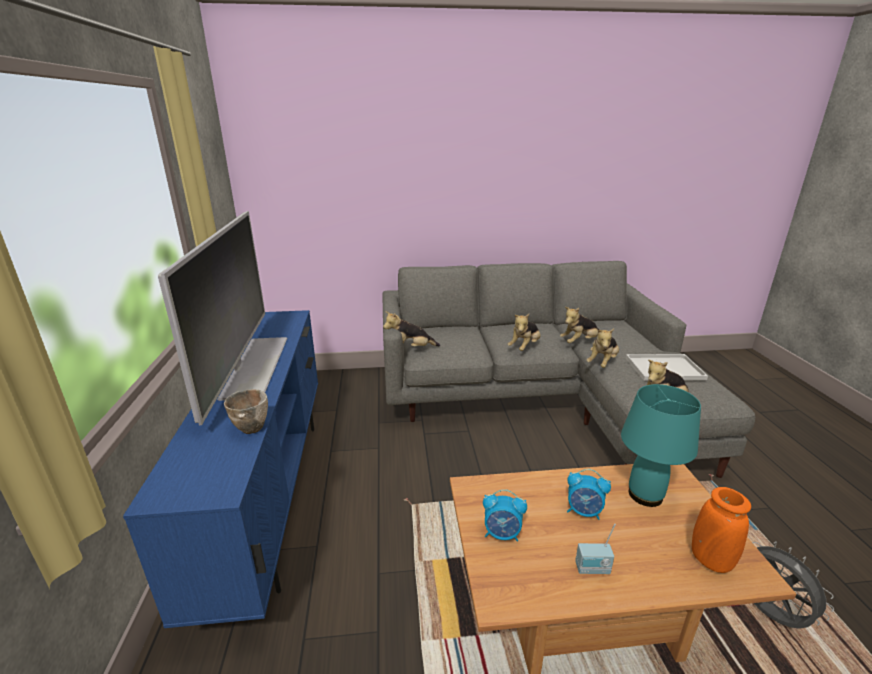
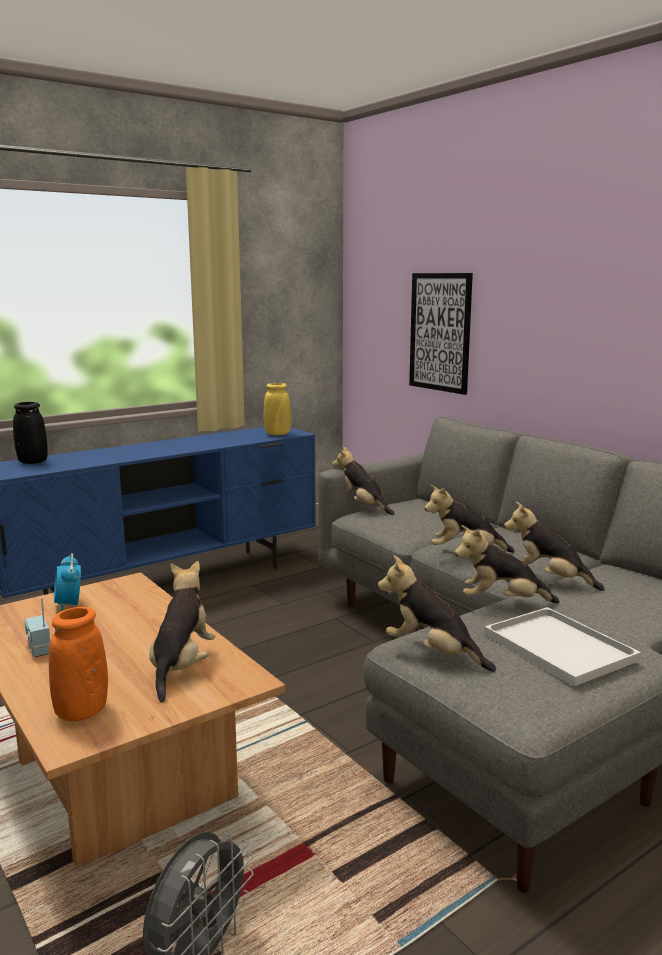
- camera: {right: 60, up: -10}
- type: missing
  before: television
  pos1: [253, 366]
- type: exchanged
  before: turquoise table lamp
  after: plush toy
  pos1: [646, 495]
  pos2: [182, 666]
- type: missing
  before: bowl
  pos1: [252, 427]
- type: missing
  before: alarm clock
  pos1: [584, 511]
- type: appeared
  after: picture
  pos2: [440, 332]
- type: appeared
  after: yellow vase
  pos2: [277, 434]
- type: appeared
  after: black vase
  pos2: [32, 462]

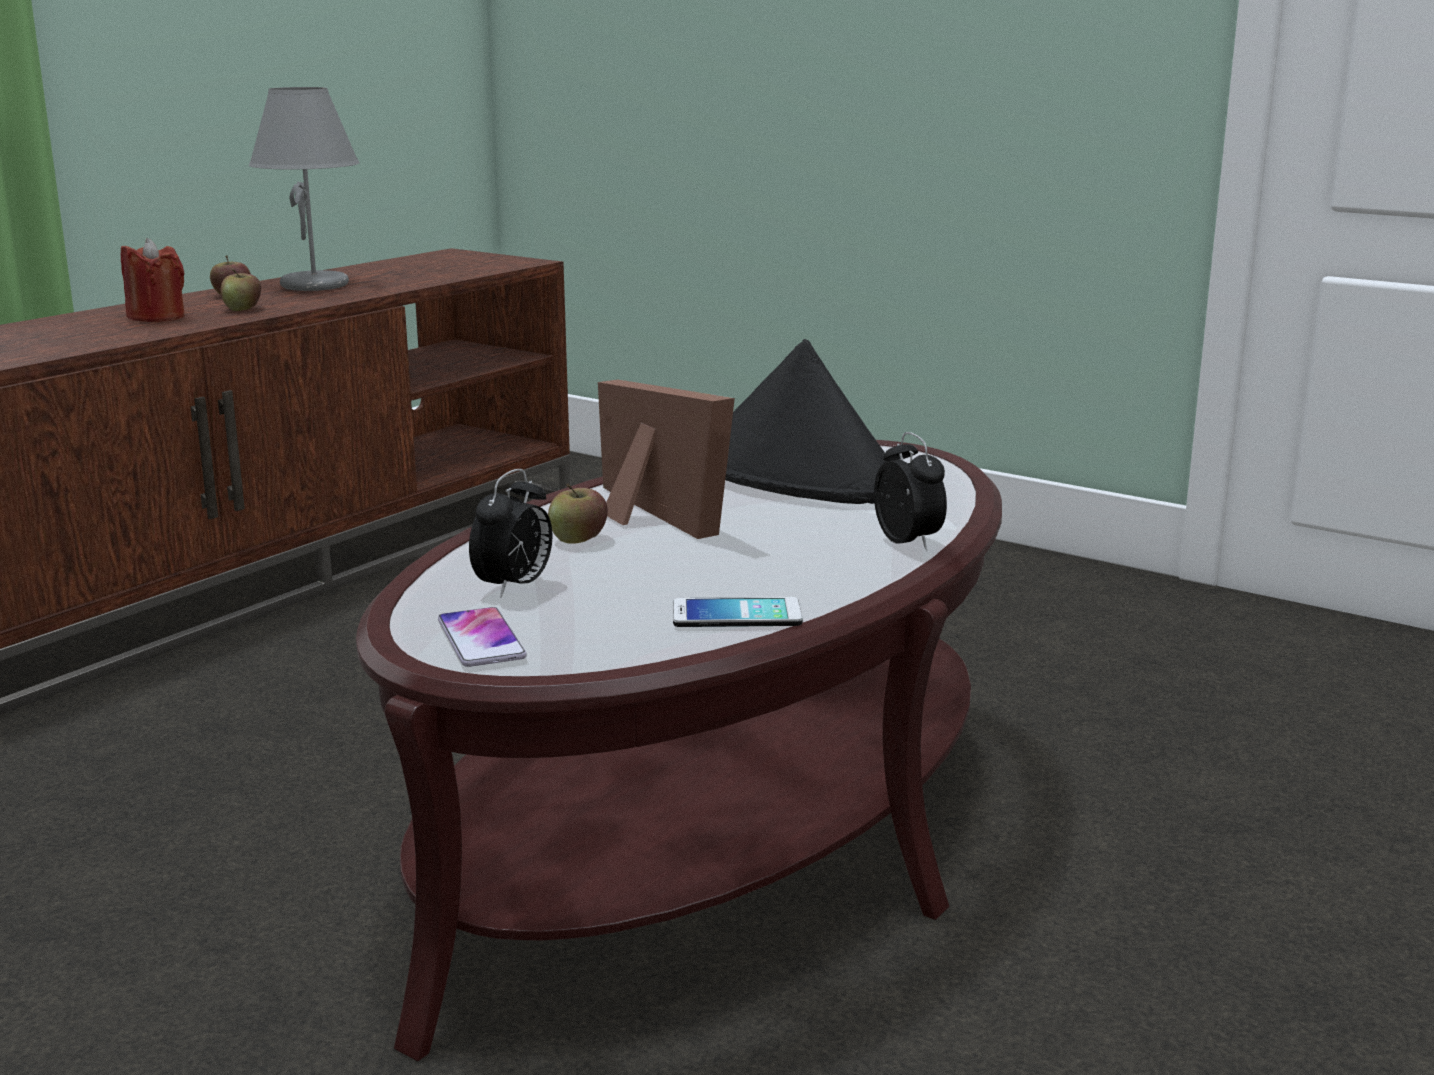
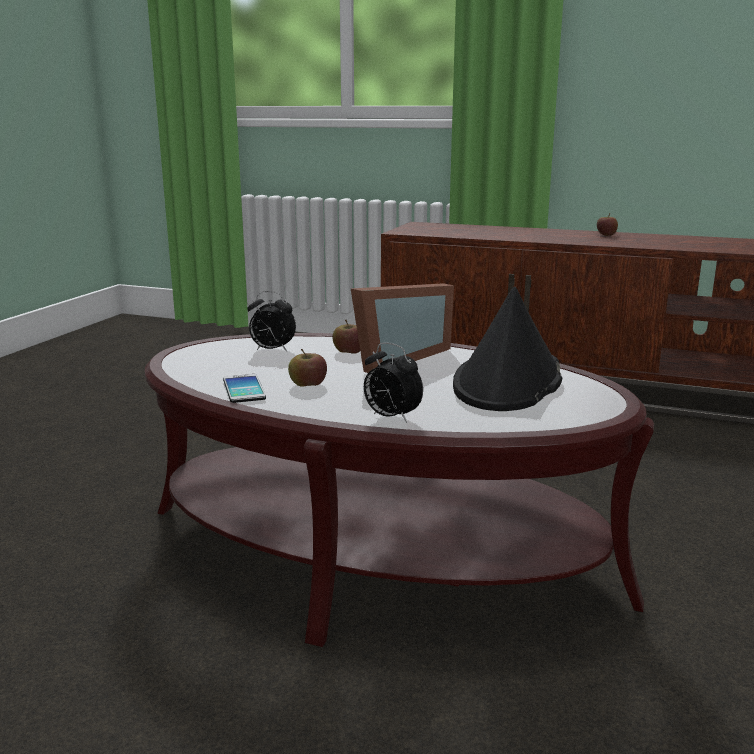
- camera: {right: 75, up: 0}
- type: missing
  before: grey table lamp
  pos1: [316, 286]
- type: missing
  before: red candle
  pos1: [156, 317]
- type: relocated
  before: apple
  pos1: [242, 309]
  pos2: [308, 385]
- type: spun
  before: alarm clock
  pos1: [909, 543]
  pos2: [391, 417]
  turn: 75
- type: missing
  before: phone
  pos1: [481, 639]

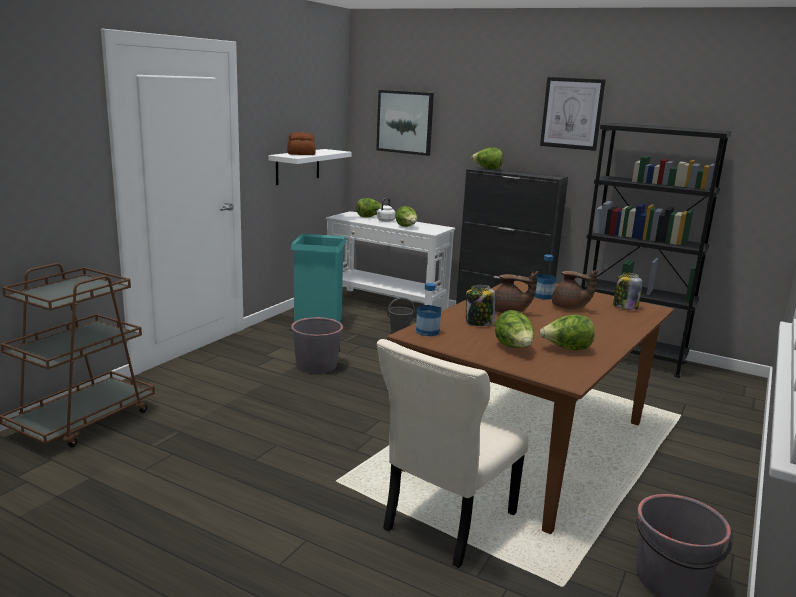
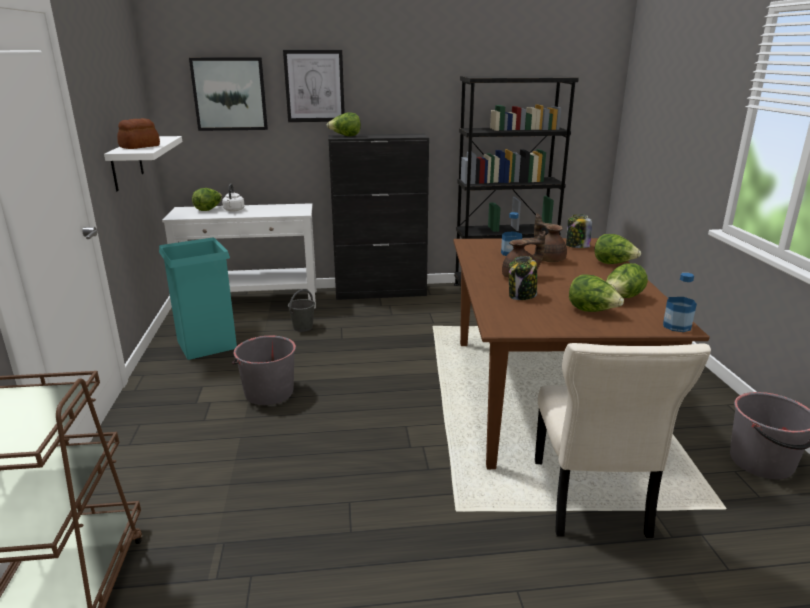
- camera: {right: -35, up: 5}
- type: relocated
  before: picture
  pos1: [572, 113]
  pos2: [314, 86]
- type: relocated
  before: lettuce
  pos1: [406, 227]
  pos2: [613, 264]
- type: spun
  before: brown teapot
  pos1: [569, 308]
  pos2: [548, 259]
  turn: -120
- type: relocated
  before: bottle
  pos1: [427, 331]
  pos2: [676, 326]

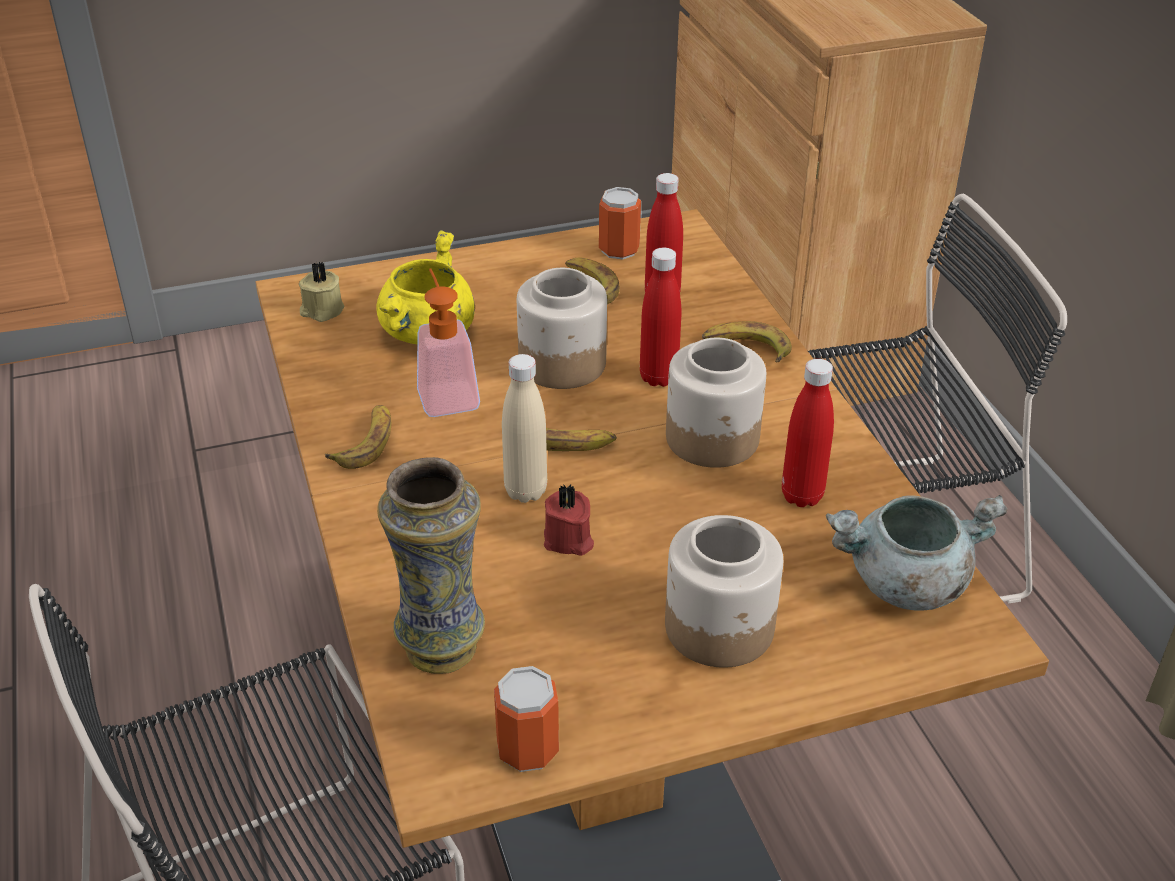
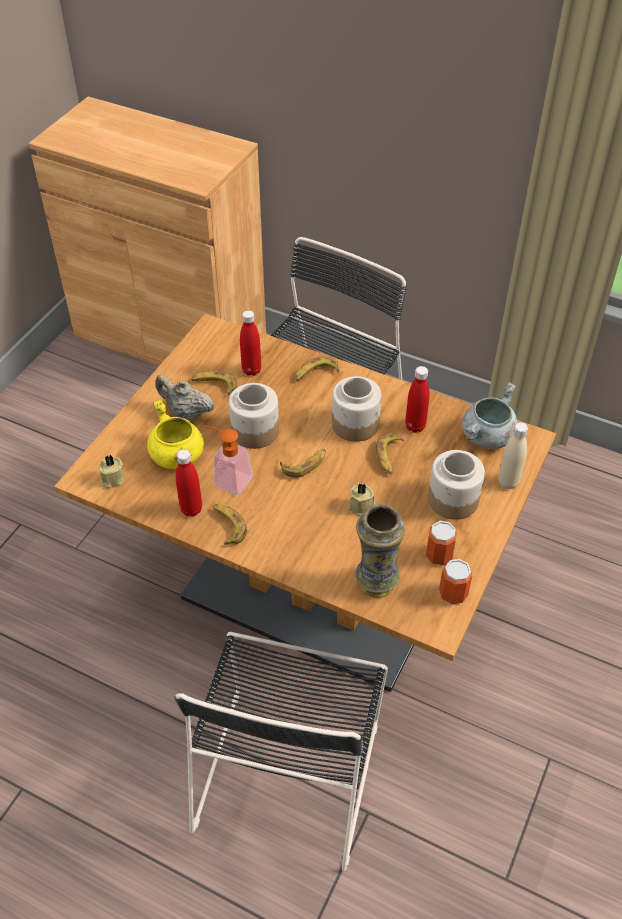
- camera: {right: -45, up: 10}
- type: relocated
  before: can
  pos1: [619, 250]
  pos2: [439, 555]
- type: relocated
  before: red bottle
  pos1: [658, 377]
  pos2: [191, 509]
- type: relocated
  before: beige bottle
  pos1: [525, 491]
  pos2: [508, 482]
- type: colour
  before: red candle
  after: beige candle
  pos1: [568, 540]
  pos2: [362, 506]
- type: appeared
  after: beige teapot
  pos2: [186, 413]
- type: appeared
  after: banana
  pos2: [389, 457]

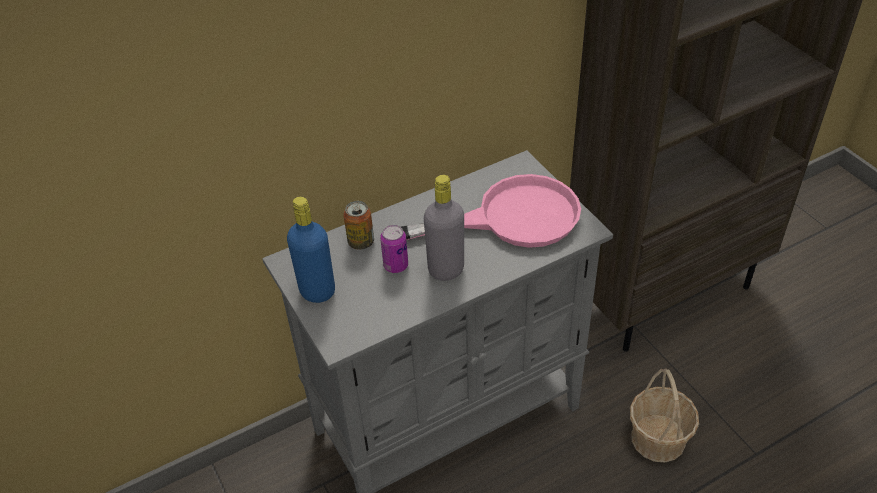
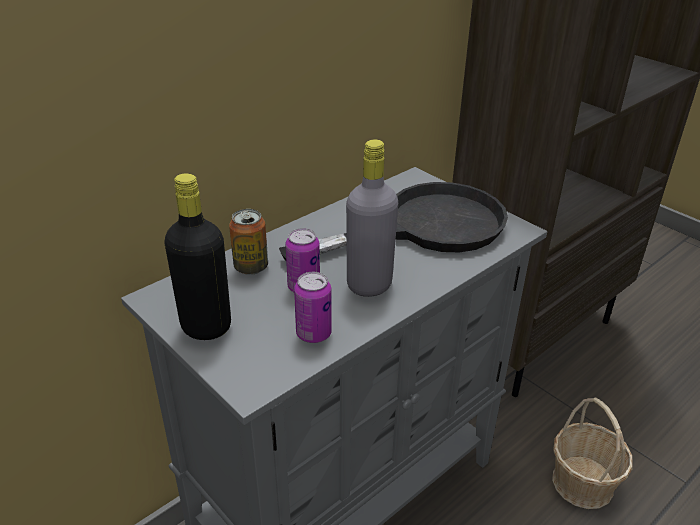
- camera: {right: -15, up: -10}
- type: colour
  before: pink frying pan
  after: black frying pan
  pos1: [510, 218]
  pos2: [424, 227]
- type: colour
  before: blue bottle
  after: black bottle
  pos1: [317, 291]
  pos2: [206, 326]
- type: appeared
  after: can
  pos2: [313, 334]

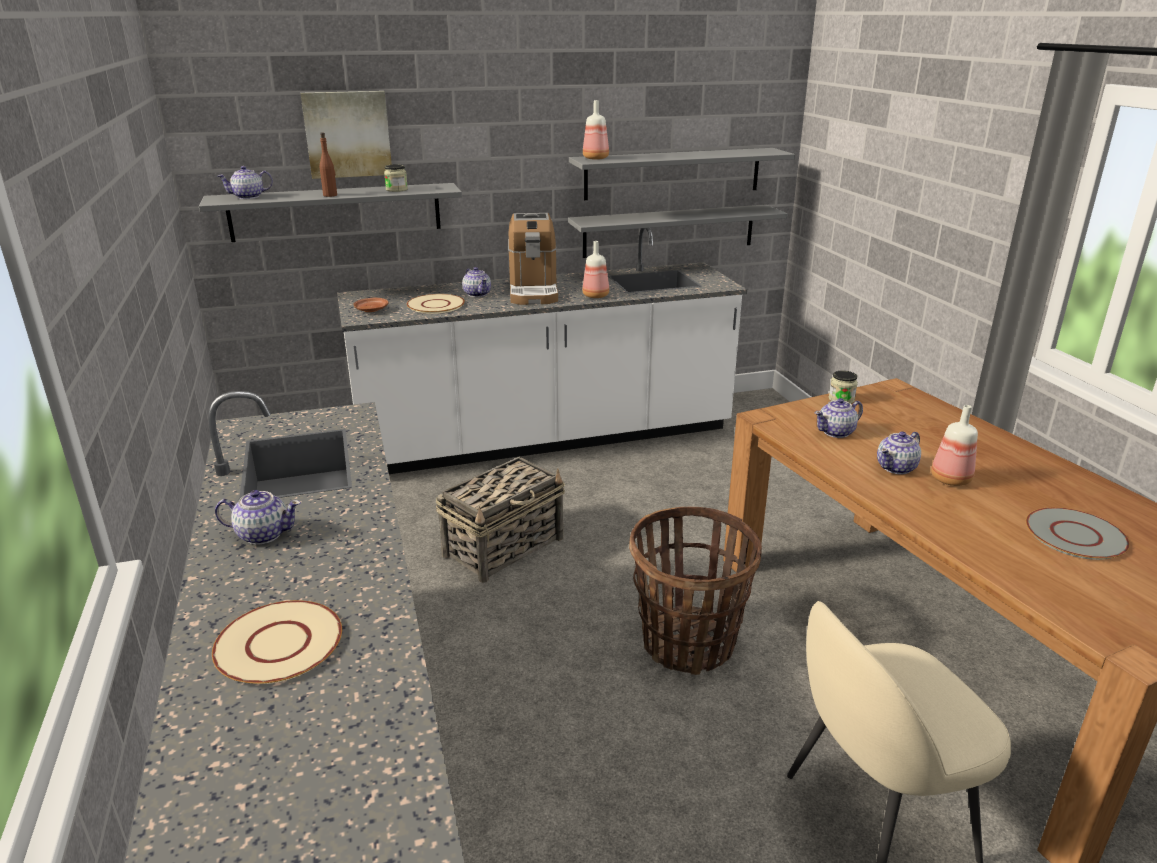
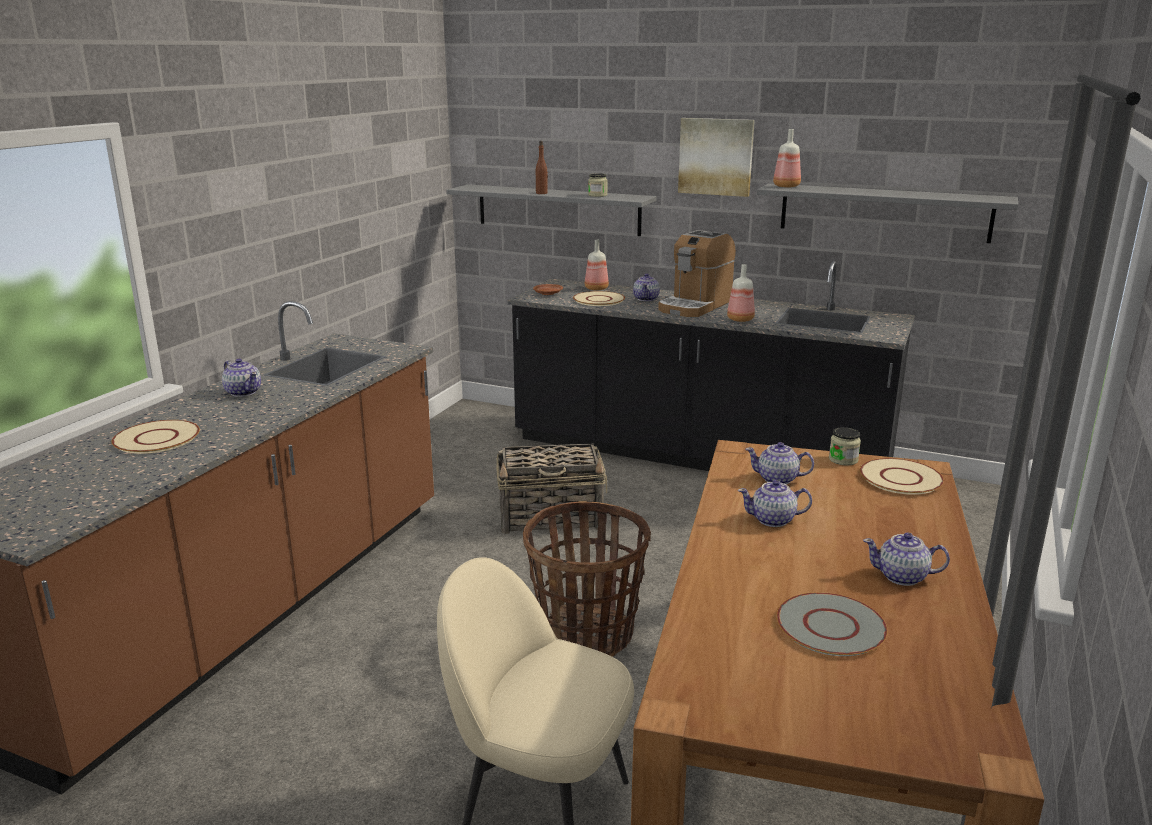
- camera: {right: 40, up: -5}
- type: relocated
  before: picture
  pos1: [347, 134]
  pos2: [716, 156]
- type: relocated
  before: teapot
  pos1: [248, 197]
  pos2: [902, 577]
- type: missing
  before: grey shelf
  pos1: [669, 231]
- type: colour
  before: white counter
  after: black counter
  pos1: [546, 439]
  pos2: [697, 457]
- type: relocated
  before: bottle
  pos1: [949, 479]
  pos2: [595, 288]
- type: appeared
  after: beige plate
  pos2: [901, 478]

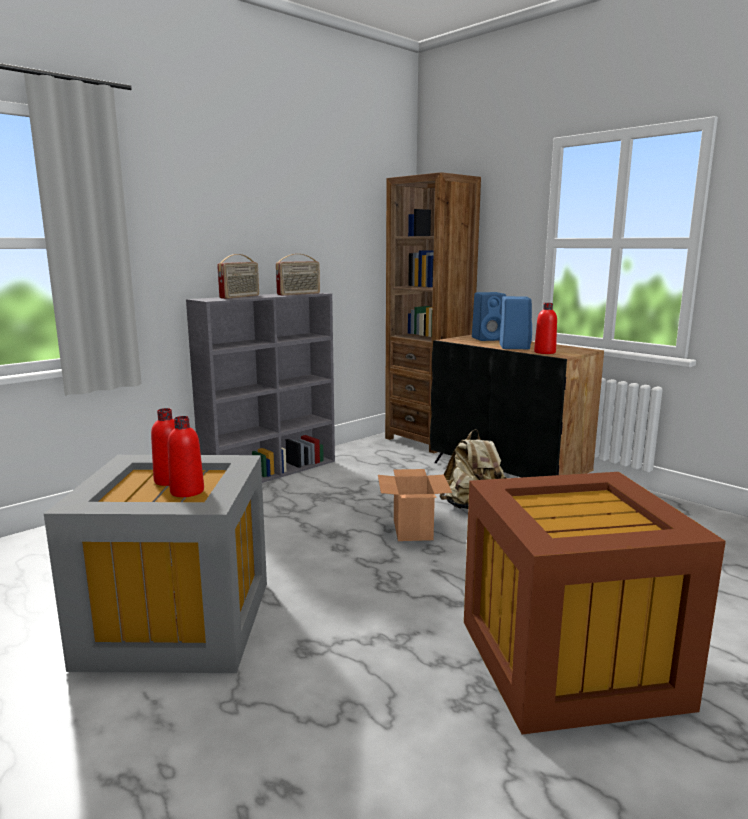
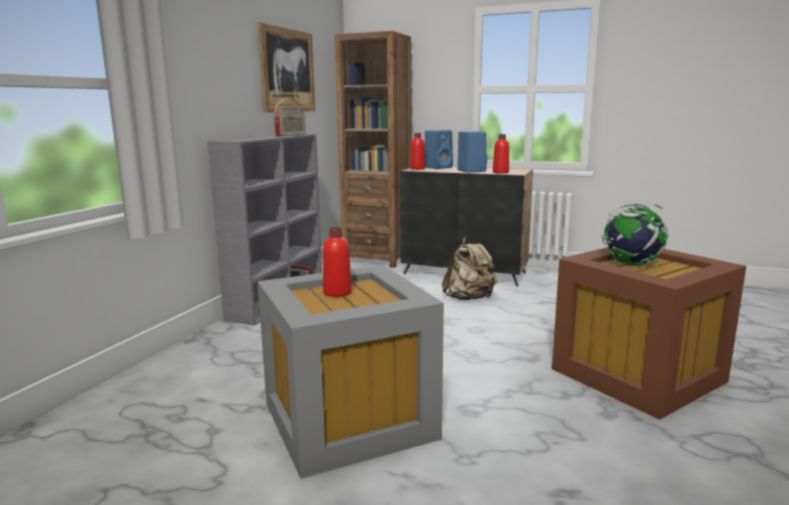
- camera: {right: -25, up: 0}
- type: missing
  before: radio
  pos1: [240, 297]
- type: relocated
  before: red bottle
  pos1: [187, 491]
  pos2: [417, 168]
- type: missing
  before: cardboard box
  pos1: [412, 529]
- type: appeared
  after: picture
  pos2: [287, 70]
- type: appeared
  after: globe
  pos2: [631, 264]

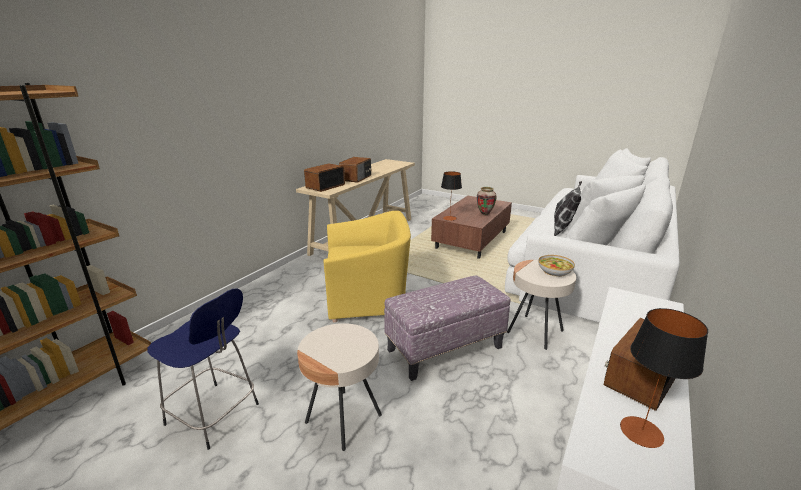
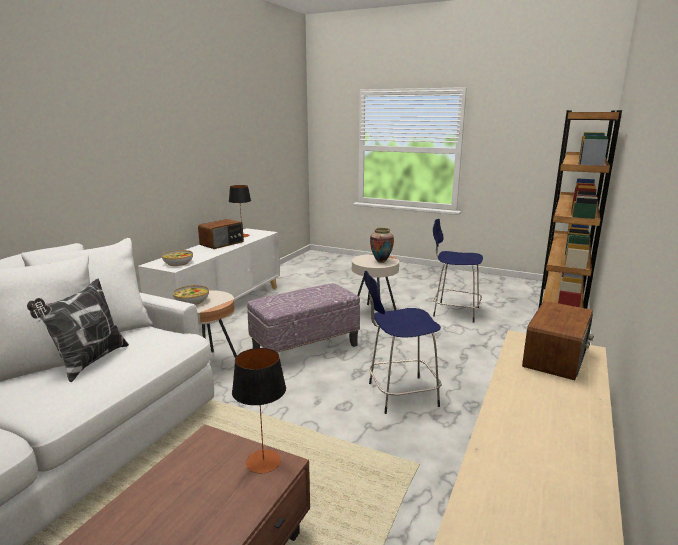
- camera: {right: 175, up: -5}
- type: missing
  before: radio
  pos1: [356, 178]
- type: relocated
  before: vase
  pos1: [485, 214]
  pos2: [381, 261]
- type: exchanged
  before: yellow armchair
  after: blue stool
  pos1: [367, 297]
  pos2: [400, 394]
- type: appeared
  after: bowl
  pos2: [178, 263]

